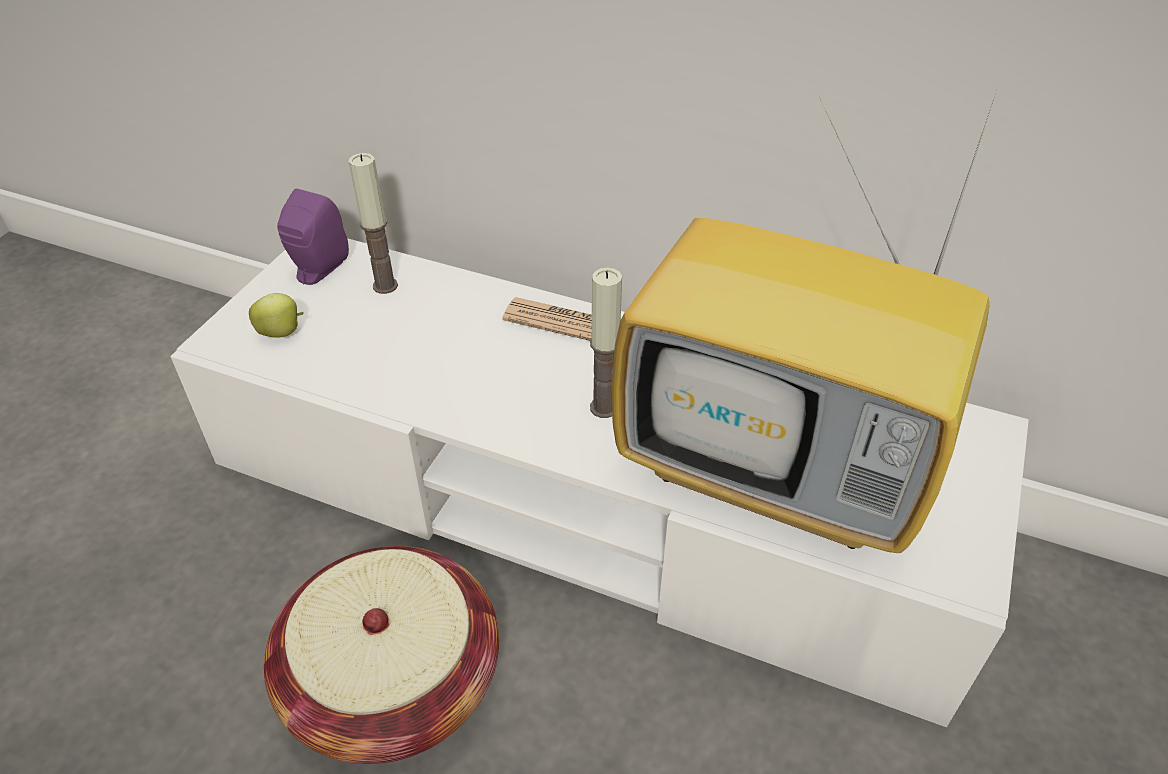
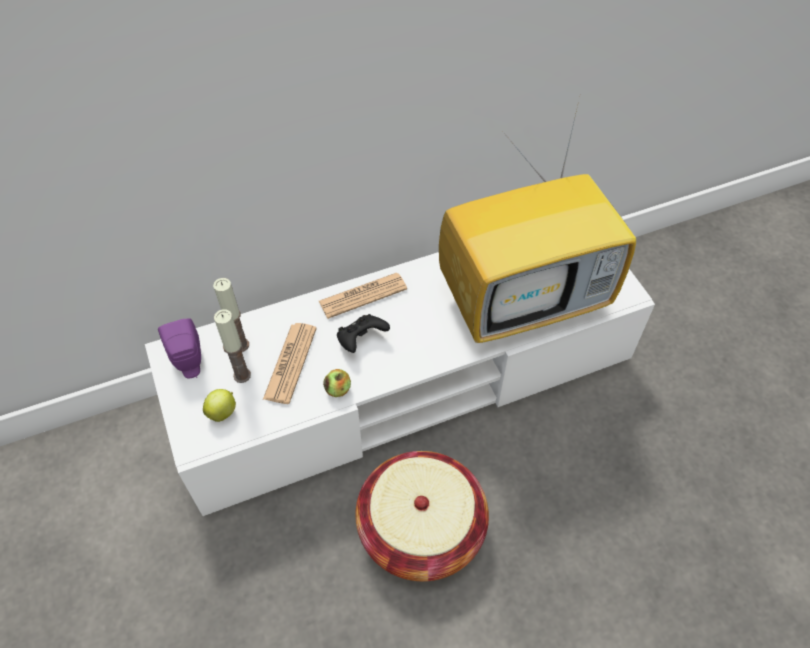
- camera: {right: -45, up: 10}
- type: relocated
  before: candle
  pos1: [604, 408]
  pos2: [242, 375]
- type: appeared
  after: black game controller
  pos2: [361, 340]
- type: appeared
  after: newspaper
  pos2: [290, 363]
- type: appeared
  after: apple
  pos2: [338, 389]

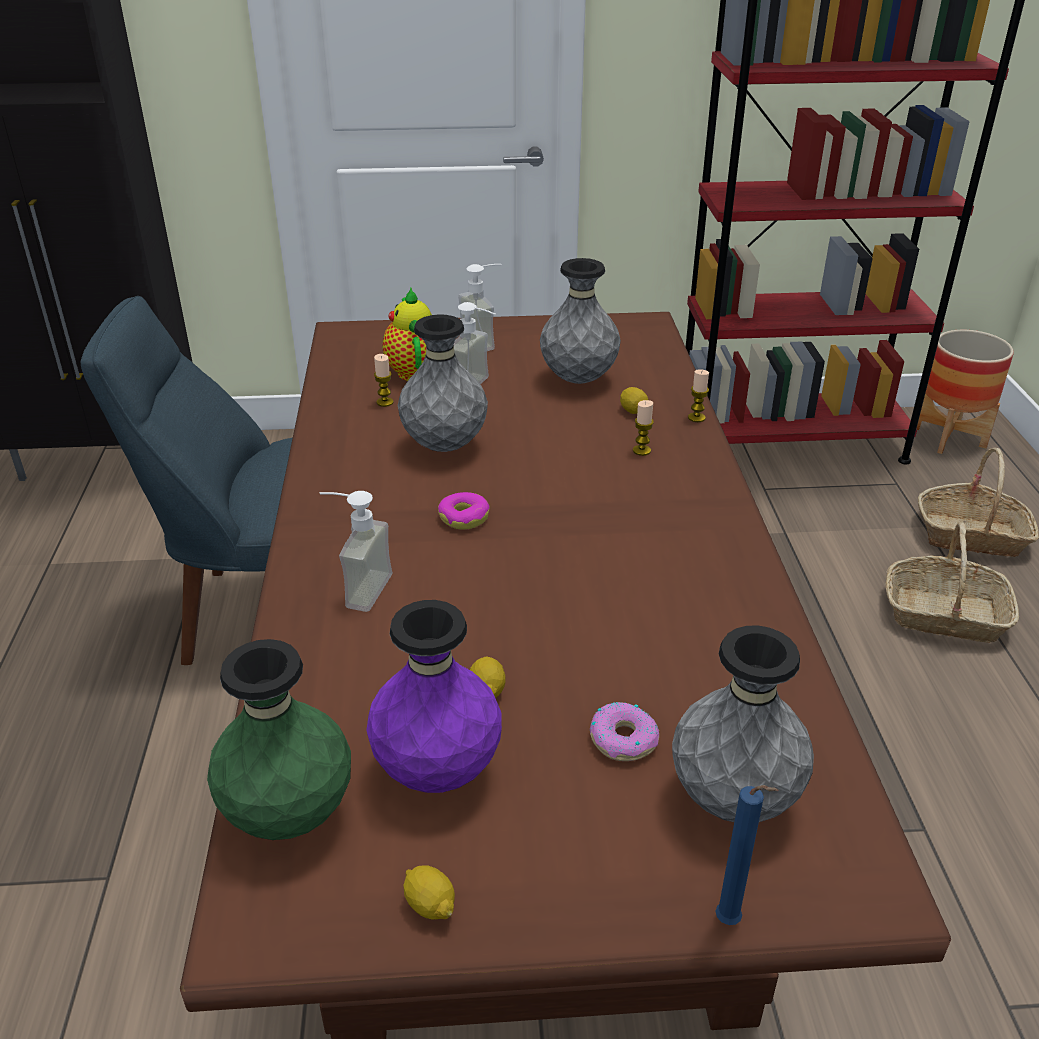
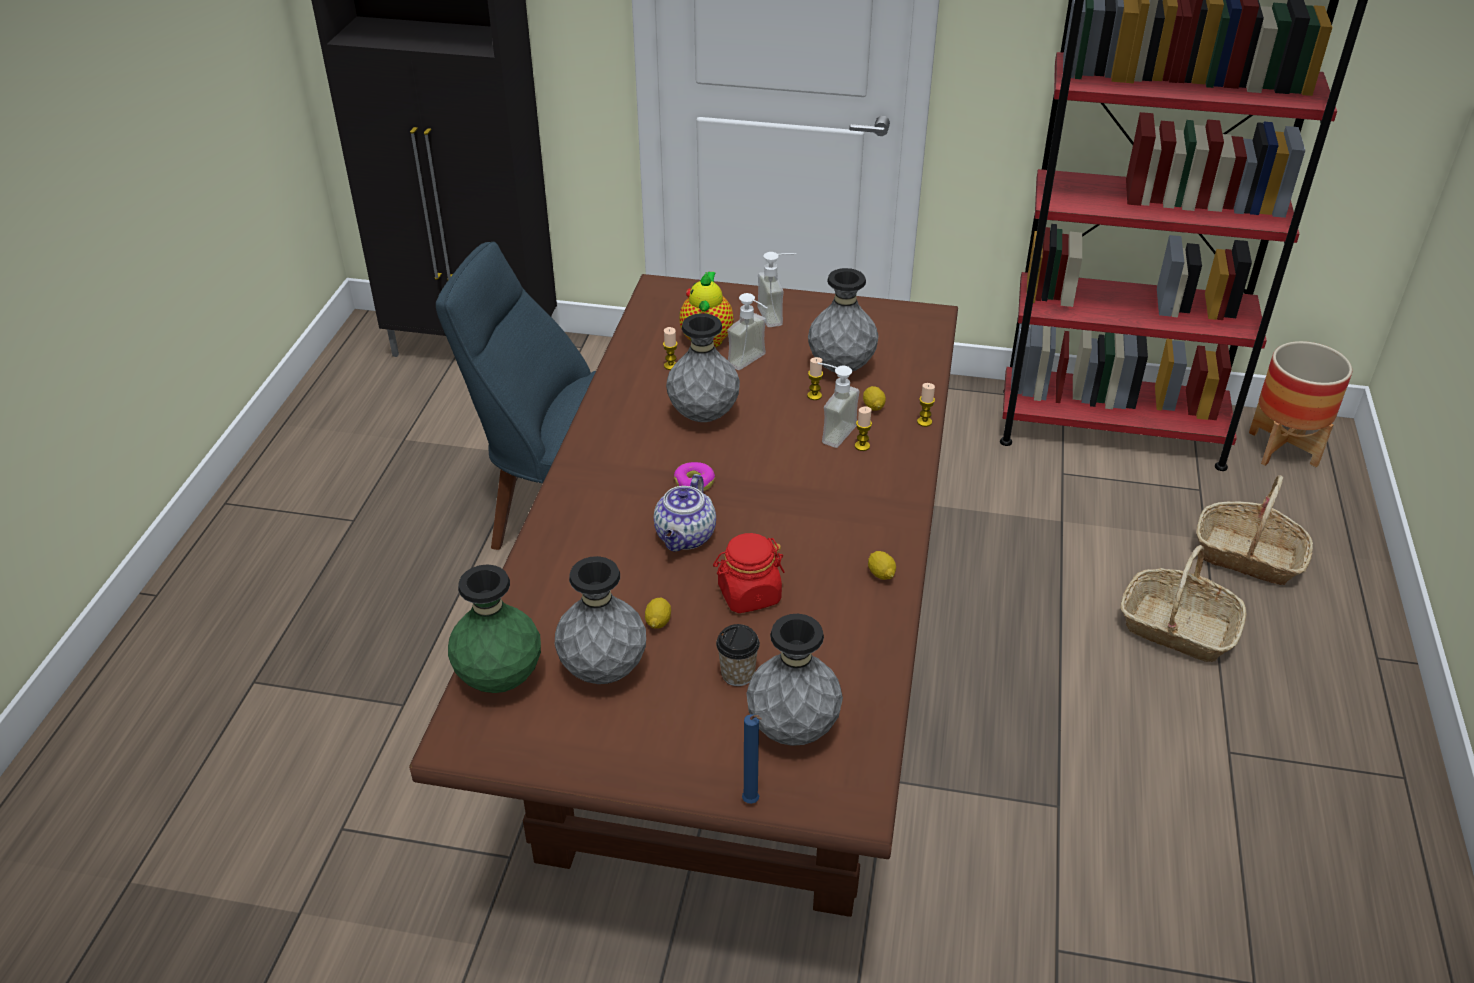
- camera: {right: 15, up: 5}
- type: relocated
  before: soap dispenser
  pos1: [356, 589]
  pos2: [831, 431]
- type: colour
  before: purple vase
  after: grey vase
  pos1: [437, 772]
  pos2: [603, 671]
- type: exchanged
  before: donut
  after: cup
  pos1: [623, 739]
  pos2: [737, 674]
- type: relocated
  before: lemon
  pos1: [429, 905]
  pos2: [881, 574]
- type: appeared
  after: candle
  pos2: [814, 395]
- type: appeared
  after: teapot
  pos2: [685, 537]
- type: appeared
  after: red jar
  pos2: [749, 594]

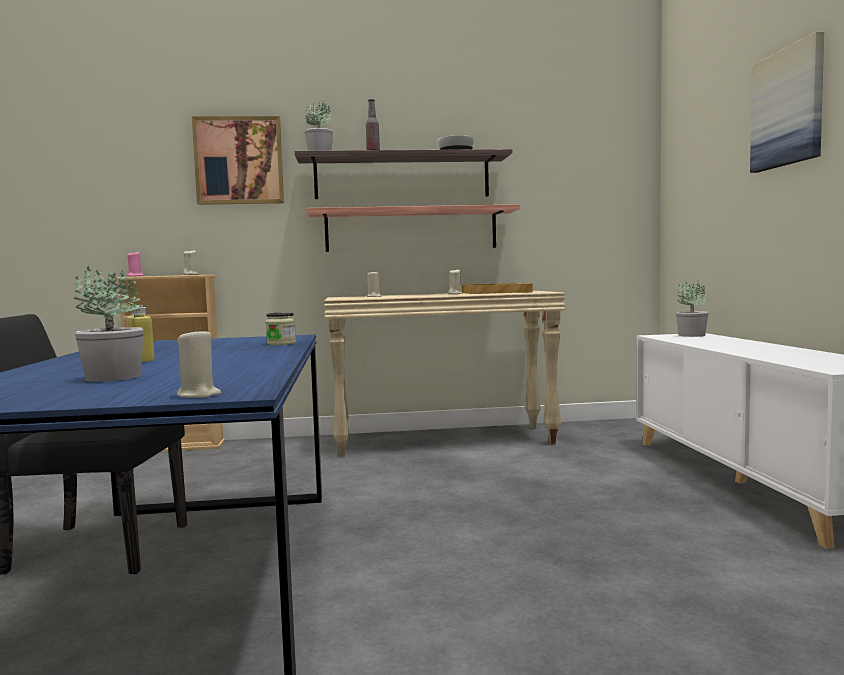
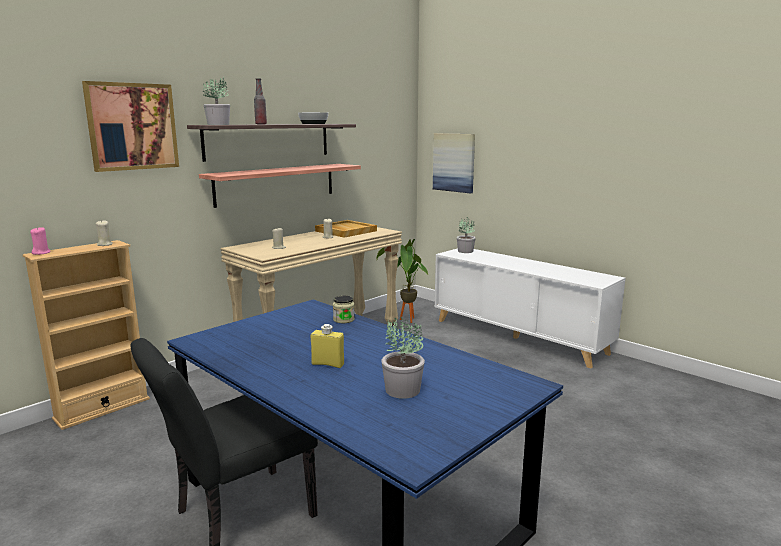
- camera: {right: -40, up: 10}
- type: relocated
  before: picture
  pos1: [787, 107]
  pos2: [454, 162]
- type: missing
  before: beige candle
  pos1: [199, 395]
- type: appeared
  after: potted plant
  pos2: [405, 321]

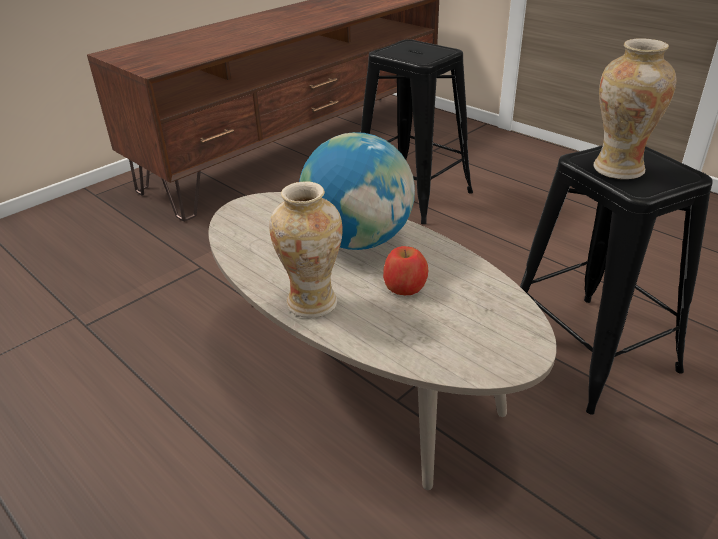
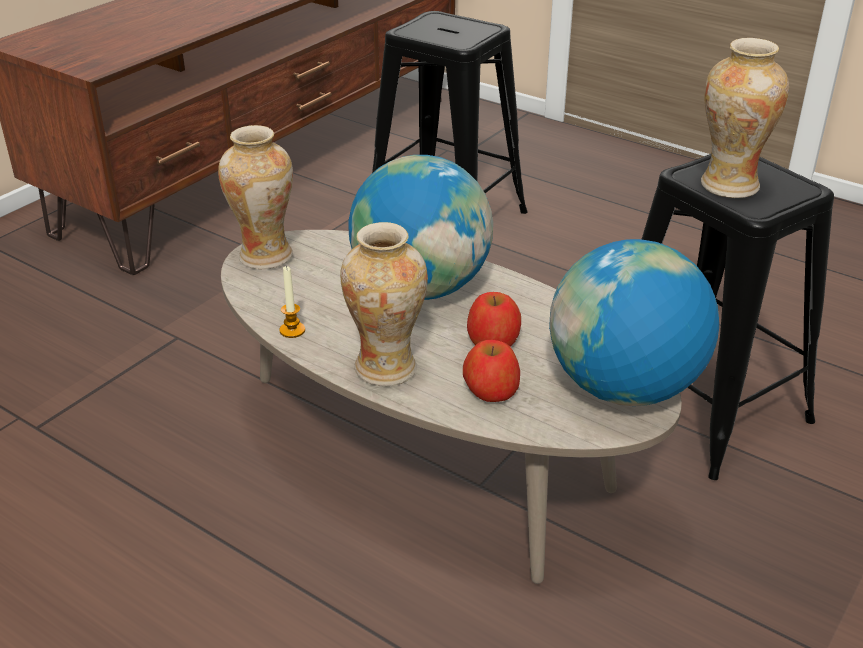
- camera: {right: -10, up: 0}
- type: appeared
  after: vase
  pos2: [265, 256]
- type: appeared
  after: globe
  pos2: [624, 388]
- type: appeared
  after: candle
  pos2: [292, 330]
- type: appeared
  after: apple
  pos2: [491, 390]

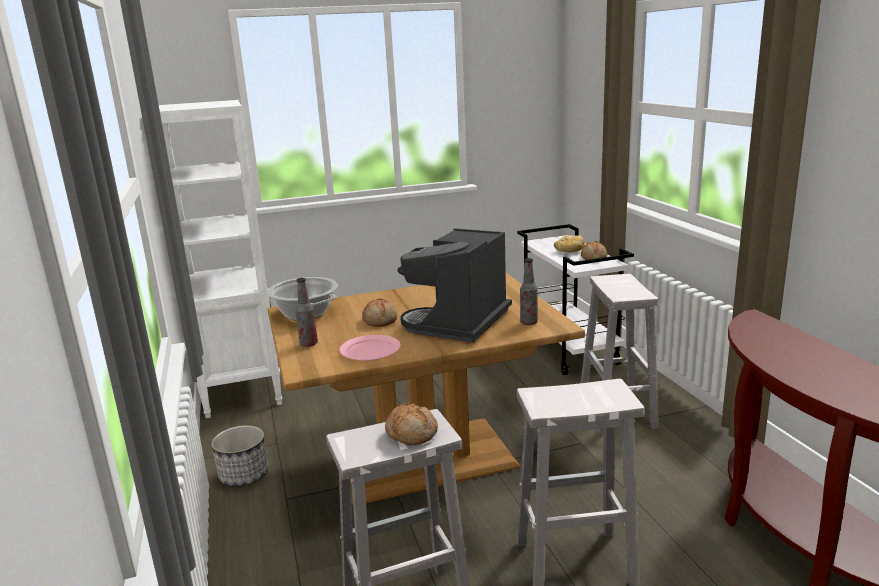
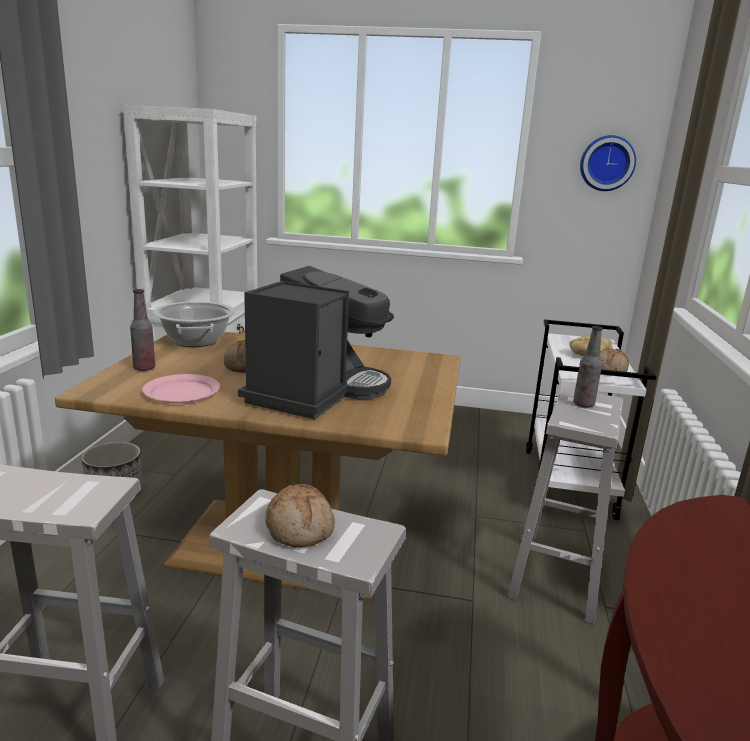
- camera: {right: 25, up: 0}
- type: spun
  before: coffee machine
  pos1: [459, 323]
  pos2: [316, 392]
  turn: 150
- type: relocated
  before: bottle
  pos1: [528, 323]
  pos2: [583, 404]
- type: relocated
  before: bread
  pos1: [412, 433]
  pos2: [300, 528]
- type: appeared
  after: wall clock
  pos2: [607, 163]

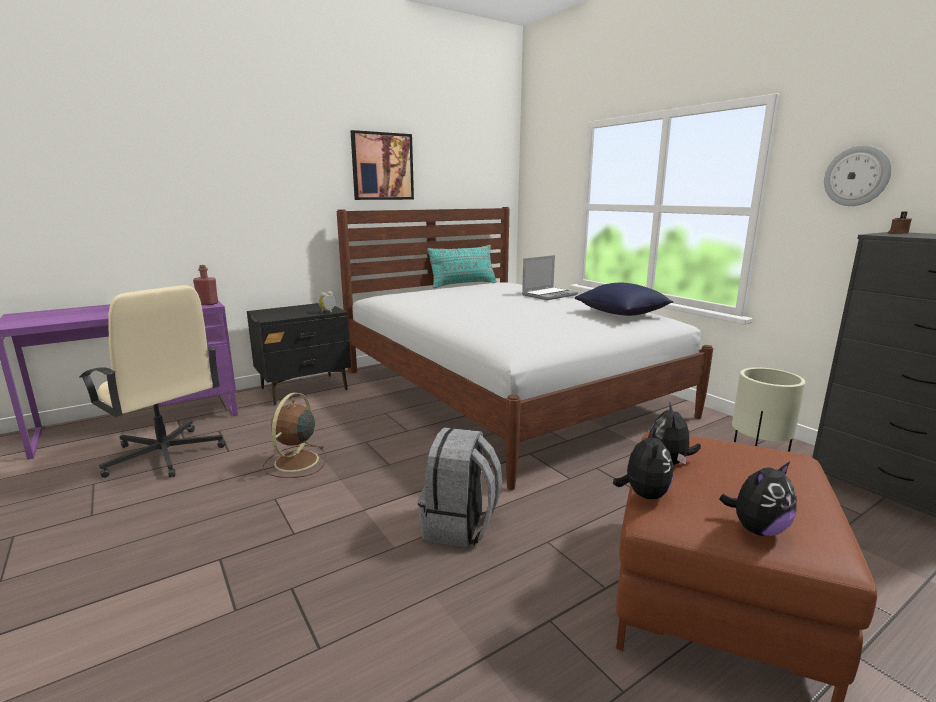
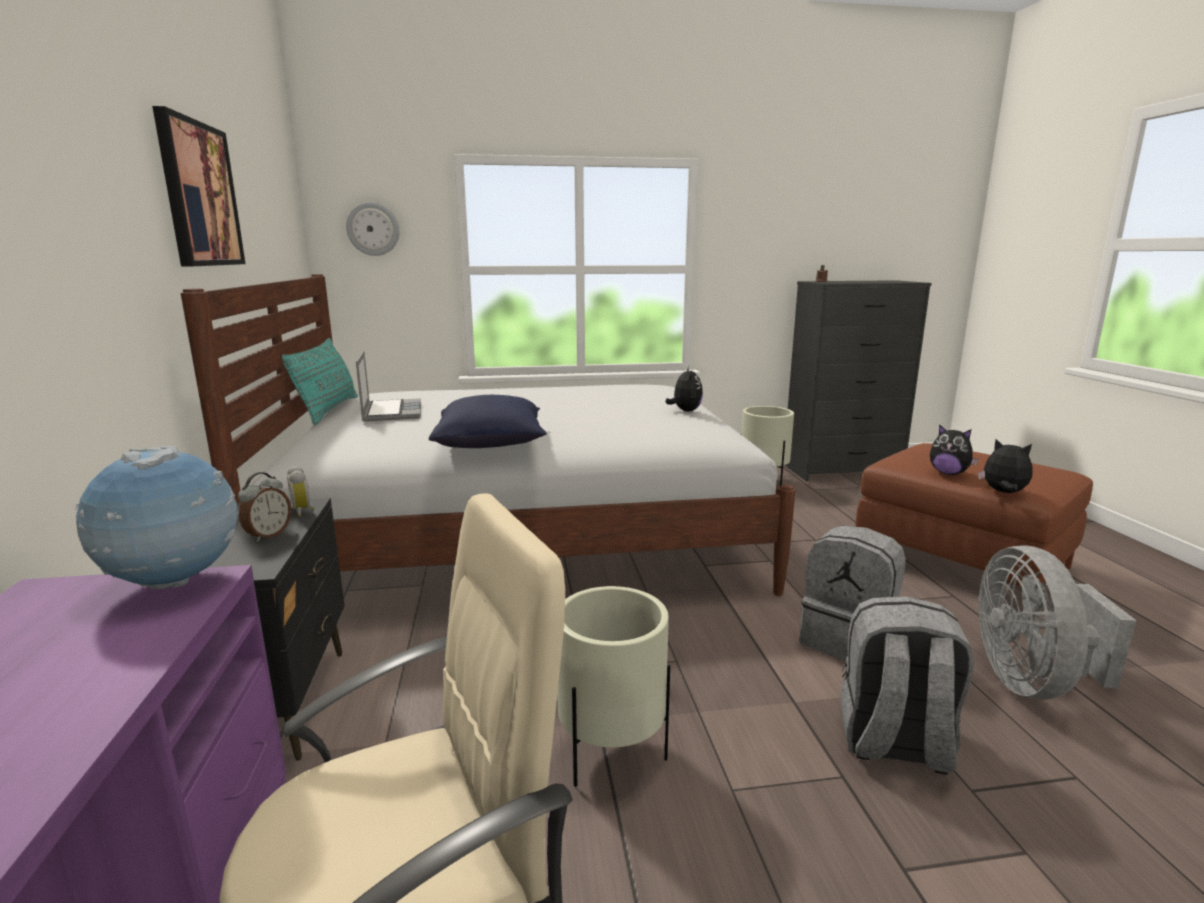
- camera: {right: -65, up: 0}
- type: relocated
  before: wall clock
  pos1: [857, 176]
  pos2: [373, 229]
- type: relocated
  before: laptop
  pos1: [549, 295]
  pos2: [391, 412]
- type: exchanged
  before: red bottle
  after: globe
  pos1: [207, 303]
  pos2: [175, 584]
- type: relocated
  before: blue pillow
  pos1: [622, 314]
  pos2: [491, 445]
- type: exchanged
  before: brown fan
  after: beige planter
  pos1: [295, 462]
  pos2: [612, 753]
- type: relocated
  before: plush toy
  pos1: [757, 529]
  pos2: [685, 411]
- type: appeared
  after: alarm clock
  pos2: [268, 535]
- type: appeared
  after: grey fan
  pos2: [1031, 681]
- type: appeared
  after: grey backpack
  pos2: [893, 743]

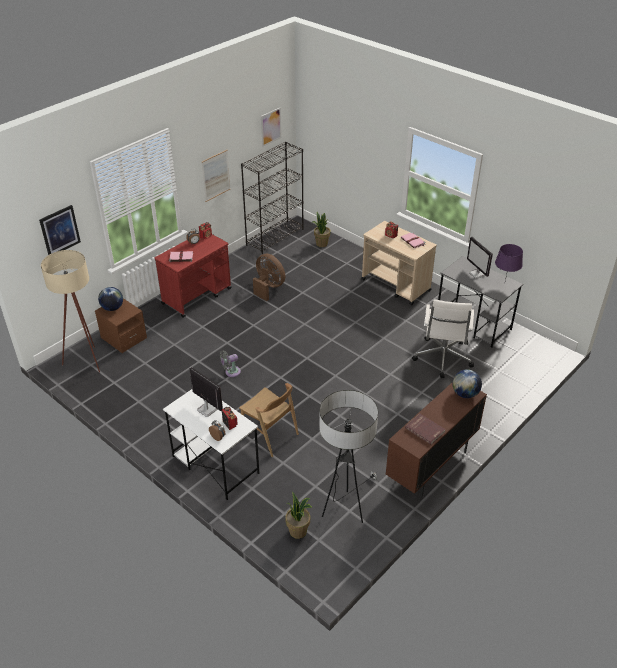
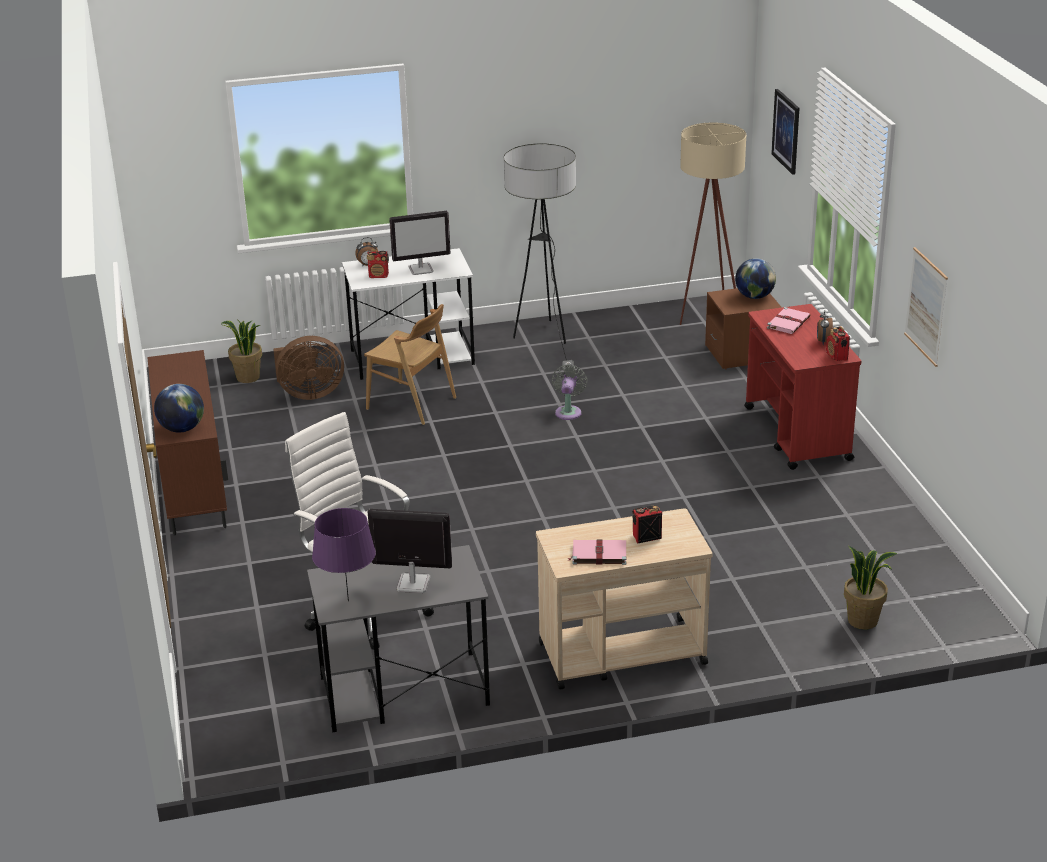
- camera: {right: 125, up: -10}
- type: missing
  before: picture
  pos1: [270, 127]
- type: missing
  before: black bookcase
  pos1: [275, 237]
- type: relocated
  before: brown fan
  pos1: [268, 287]
  pos2: [309, 393]
- type: spun
  before: brown chair
  pos1: [269, 435]
  pos2: [411, 403]
  turn: -135
- type: relocated
  before: floor lamp
  pos1: [345, 510]
  pos2: [544, 340]
- type: missing
  before: red book
  pos1: [425, 429]

